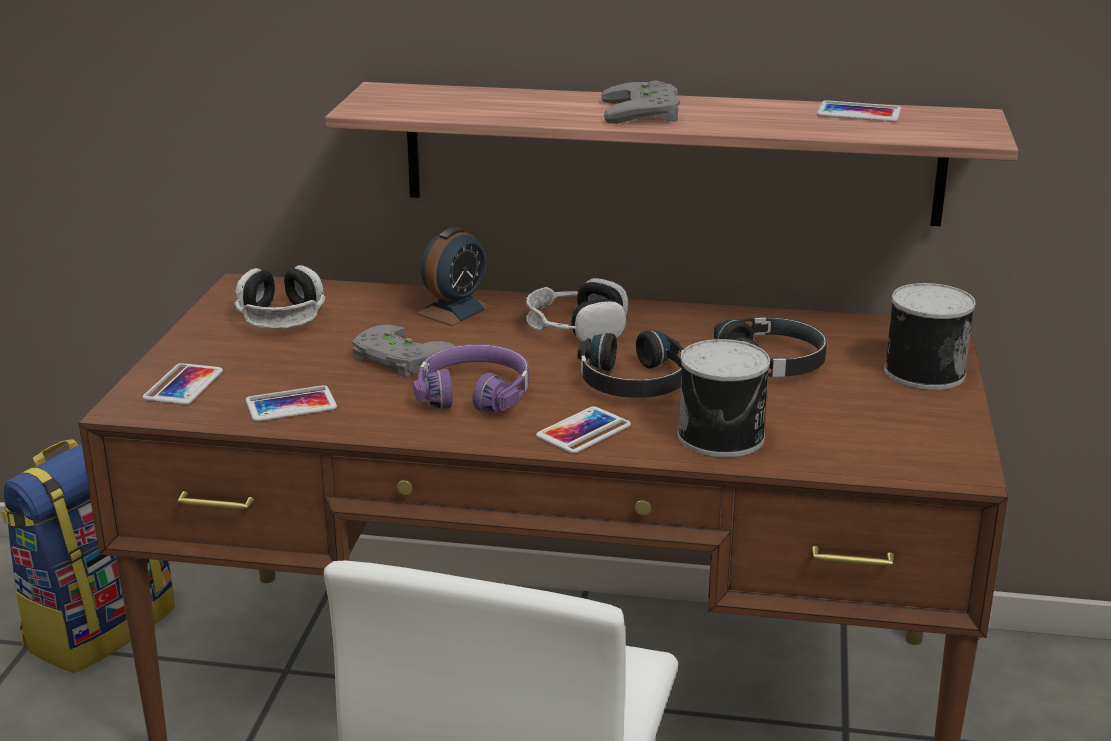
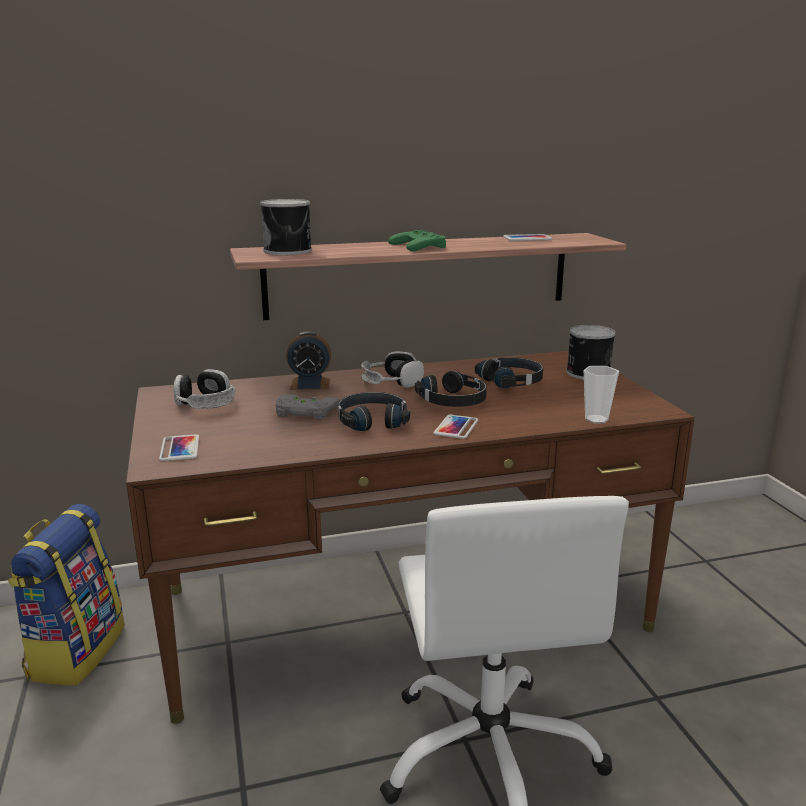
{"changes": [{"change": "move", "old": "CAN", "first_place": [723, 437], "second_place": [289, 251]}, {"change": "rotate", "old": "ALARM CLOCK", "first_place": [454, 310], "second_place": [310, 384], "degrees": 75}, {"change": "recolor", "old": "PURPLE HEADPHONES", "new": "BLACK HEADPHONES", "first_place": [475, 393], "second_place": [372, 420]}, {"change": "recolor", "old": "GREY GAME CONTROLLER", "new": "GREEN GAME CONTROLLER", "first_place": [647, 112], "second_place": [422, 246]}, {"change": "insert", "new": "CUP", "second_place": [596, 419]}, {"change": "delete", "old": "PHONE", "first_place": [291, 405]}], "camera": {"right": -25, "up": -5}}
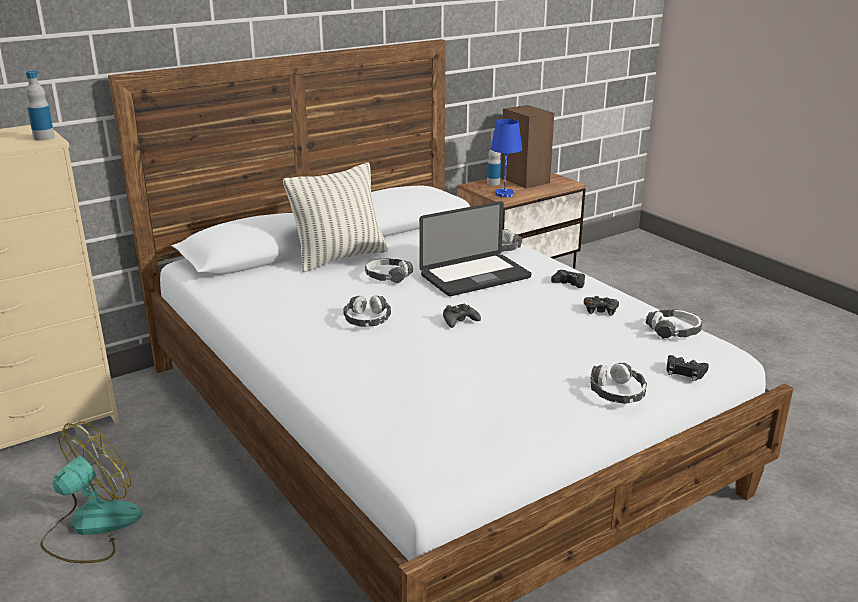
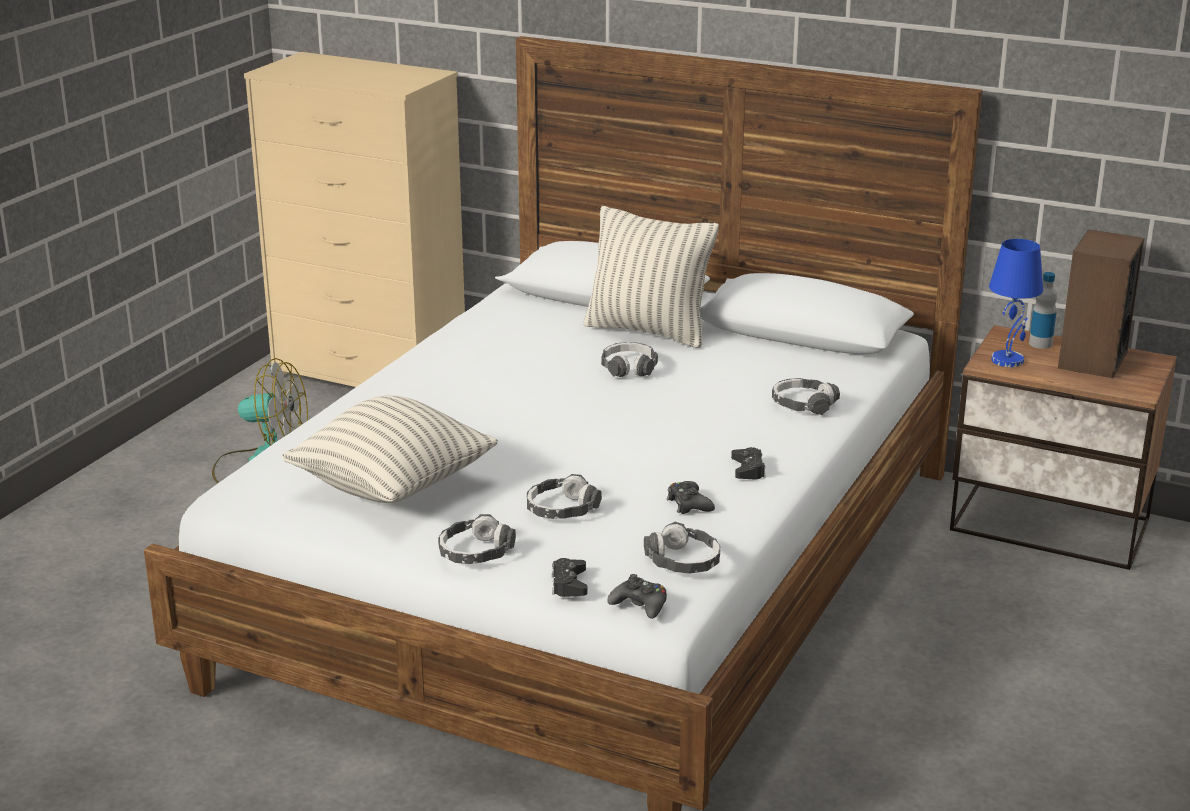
{"changes": [{"change": "insert", "new": "PILLOW", "second_place": [393, 488]}, {"change": "move", "old": "HEADPHONES", "first_place": [367, 319], "second_place": [562, 509]}, {"change": "move", "old": "BLACK GAME CONTROLLER", "first_place": [459, 321], "second_place": [640, 605]}, {"change": "delete", "old": "BOTTLE", "first_place": [44, 138]}, {"change": "delete", "old": "LAPTOP", "first_place": [475, 277]}], "camera": {"right": 60, "up": 0}}
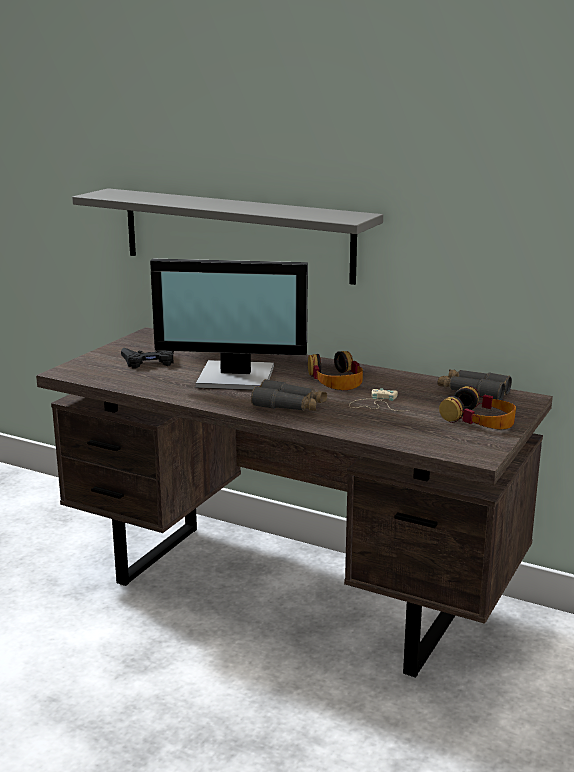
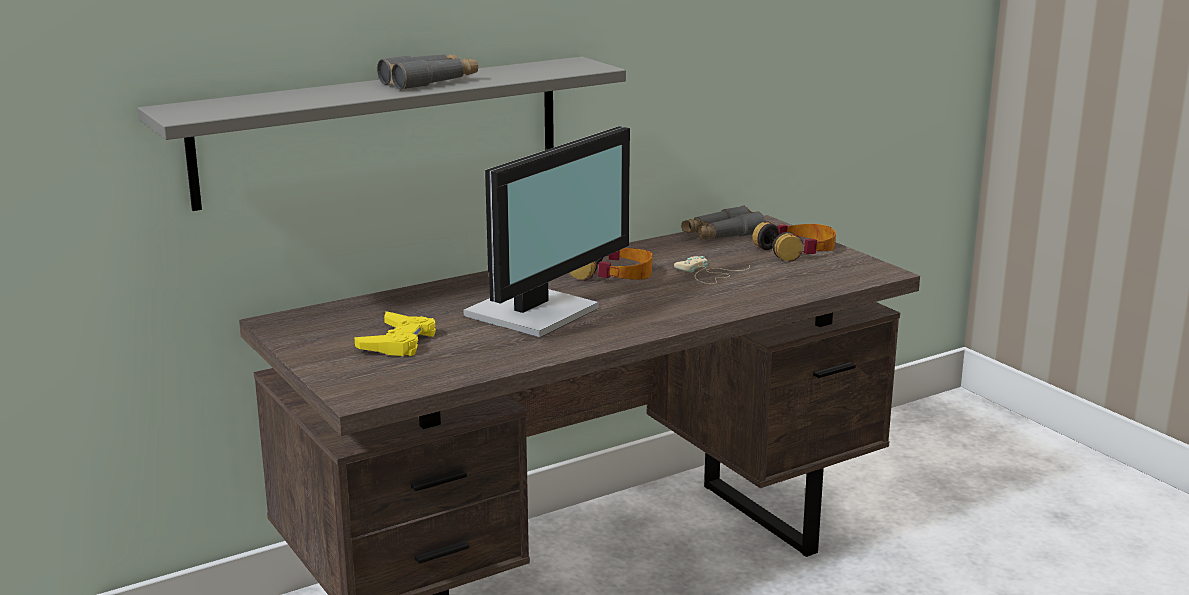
{"changes": [{"change": "recolor", "old": "BLACK GAME CONTROLLER", "new": "YELLOW GAME CONTROLLER", "first_place": [149, 361], "second_place": [398, 342]}, {"change": "move", "old": "GREY BINOCULARS", "first_place": [289, 406], "second_place": [429, 82]}], "camera": {"right": -60, "up": 0}}
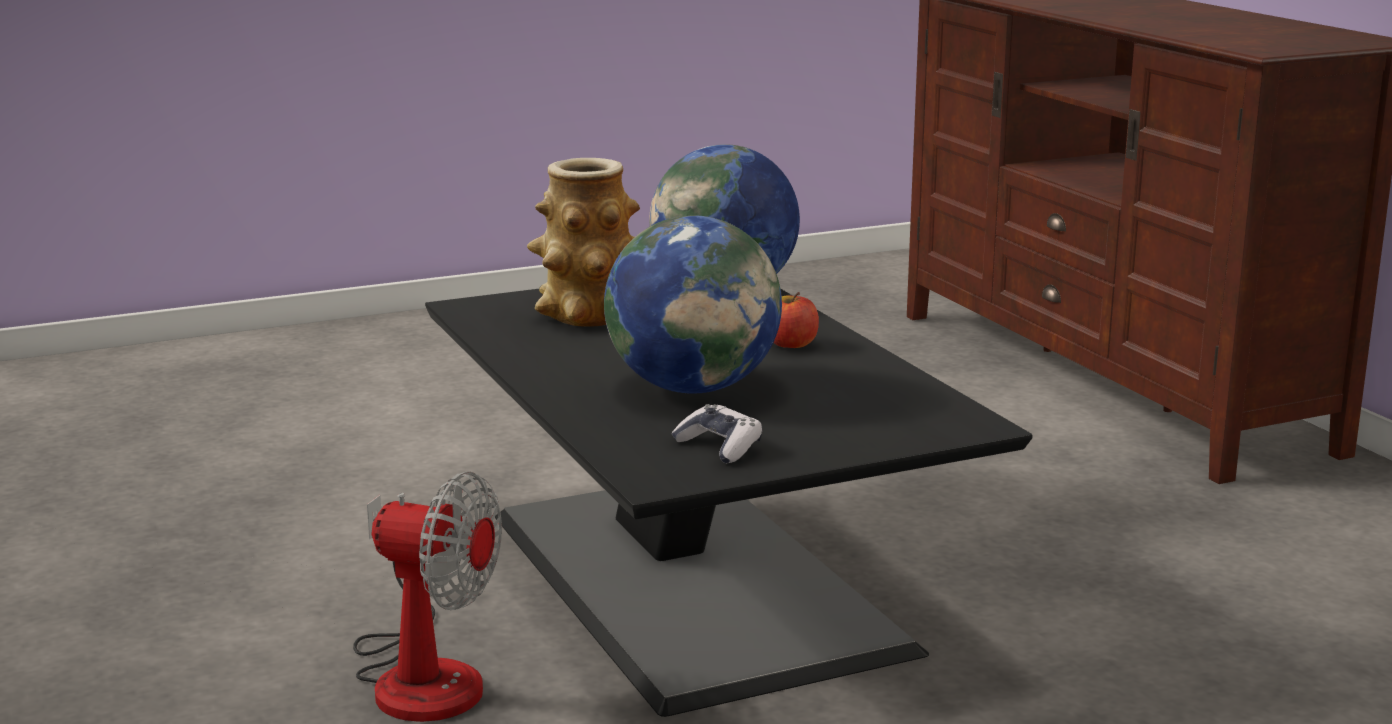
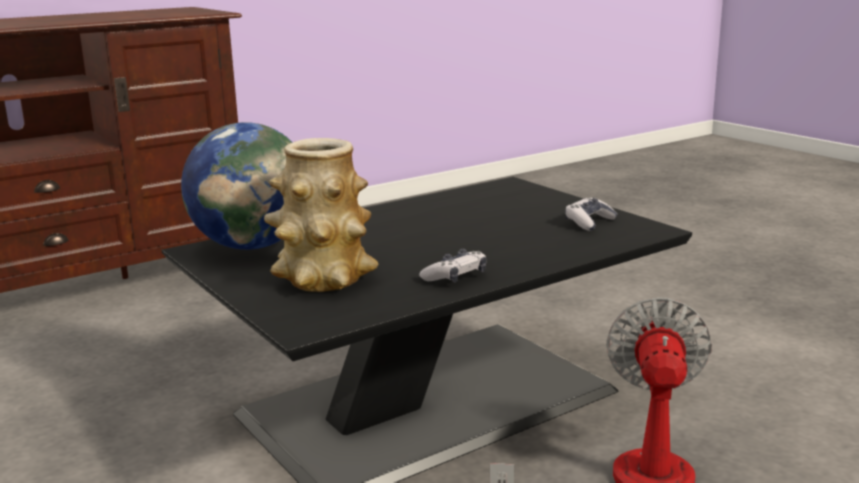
{"changes": [{"change": "insert", "new": "GAME CONTROLLER", "second_place": [455, 277]}, {"change": "delete", "old": "GLOBE", "first_place": [693, 388]}, {"change": "delete", "old": "APPLE", "first_place": [790, 344]}], "camera": {"right": -100, "up": 0}}
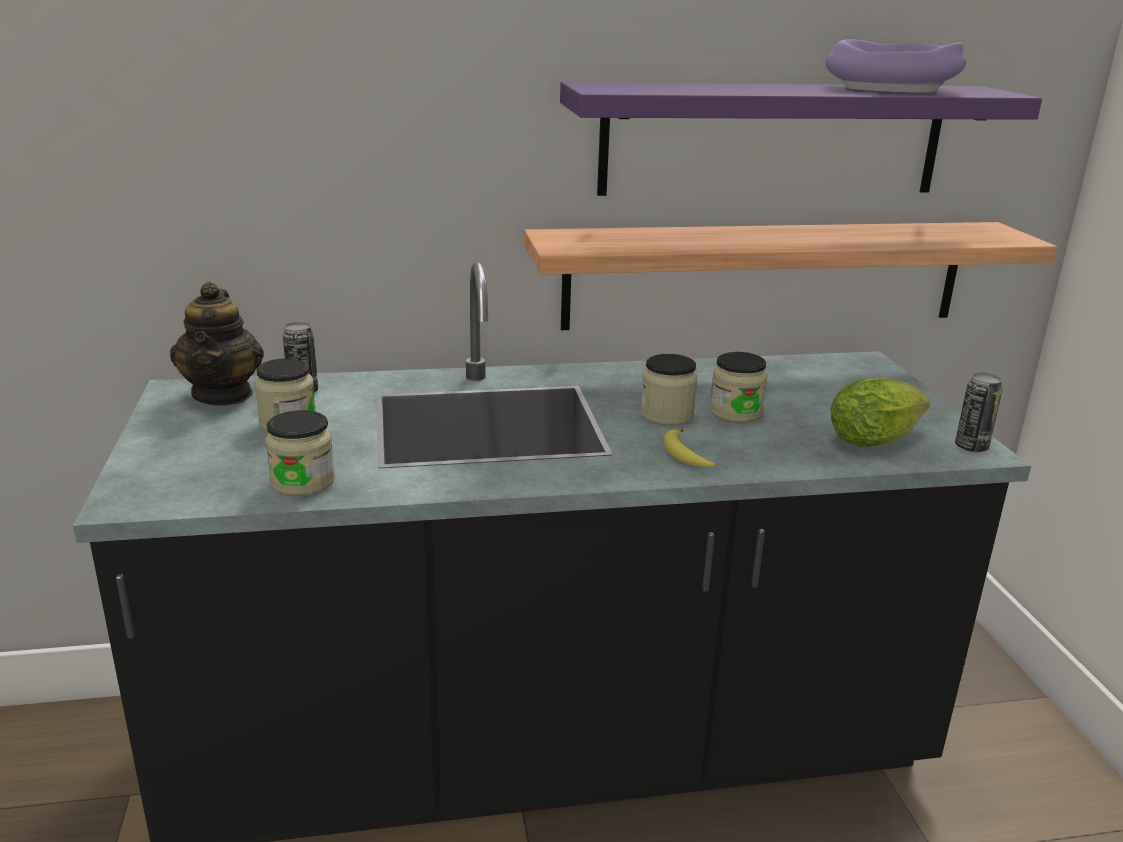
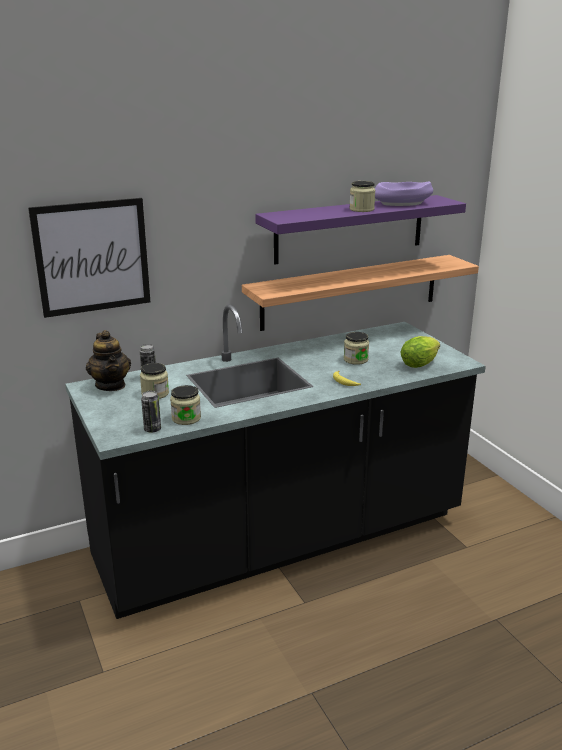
{"changes": [{"change": "insert", "new": "PICTURE", "second_place": [92, 257]}, {"change": "move", "old": "CAN", "first_place": [971, 447], "second_place": [152, 429]}, {"change": "move", "old": "JAR", "first_place": [667, 415], "second_place": [361, 209]}], "camera": {"right": -15, "up": 0}}
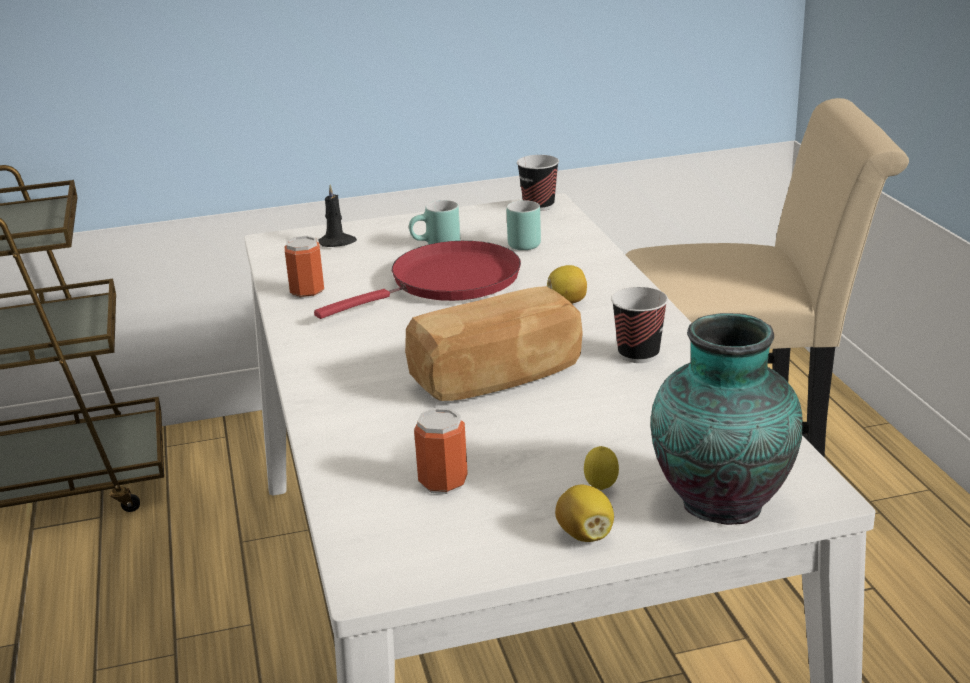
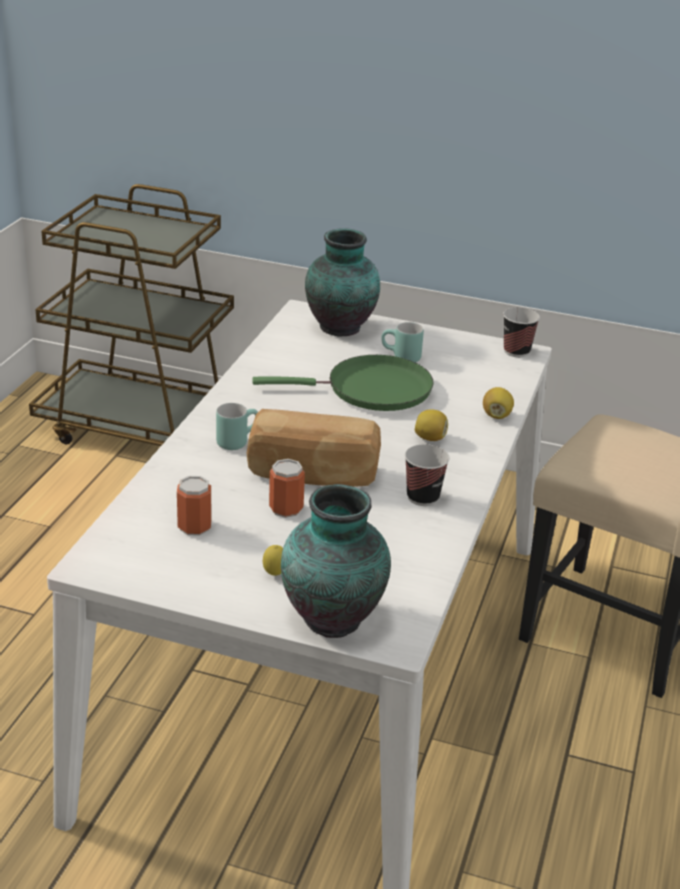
{"changes": [{"change": "move", "old": "TURQUOISE MUG", "first_place": [524, 242], "second_place": [236, 440]}, {"change": "recolor", "old": "RED FRYING PAN", "new": "GREEN FRYING PAN", "first_place": [448, 282], "second_place": [372, 390]}, {"change": "move", "old": "CAN", "first_place": [307, 292], "second_place": [286, 509]}, {"change": "replace", "old": "BLACK CANDLE", "new": "VASE", "first_place": [338, 242], "second_place": [341, 328]}, {"change": "move", "old": "LEMON", "first_place": [585, 534], "second_place": [496, 415]}], "camera": {"right": 30, "up": 5}}
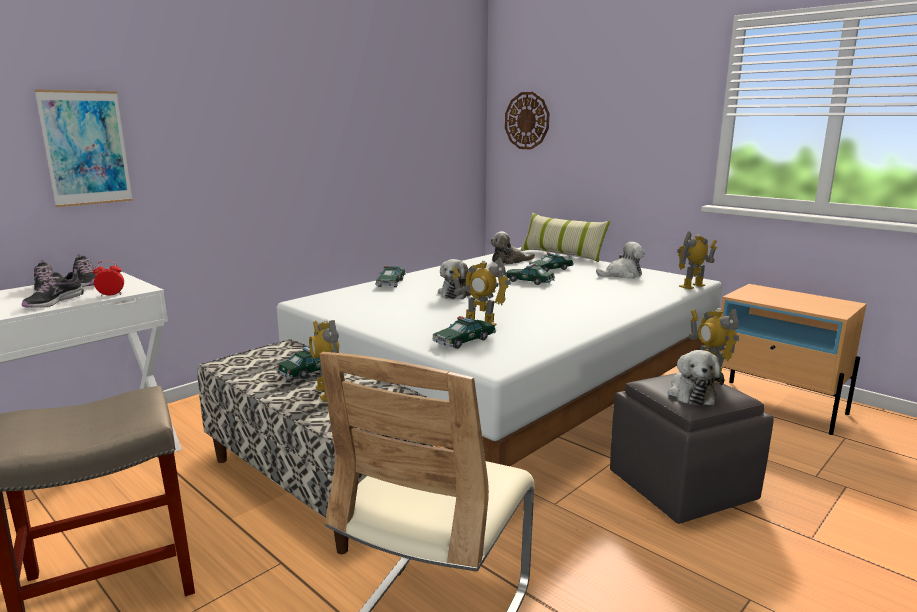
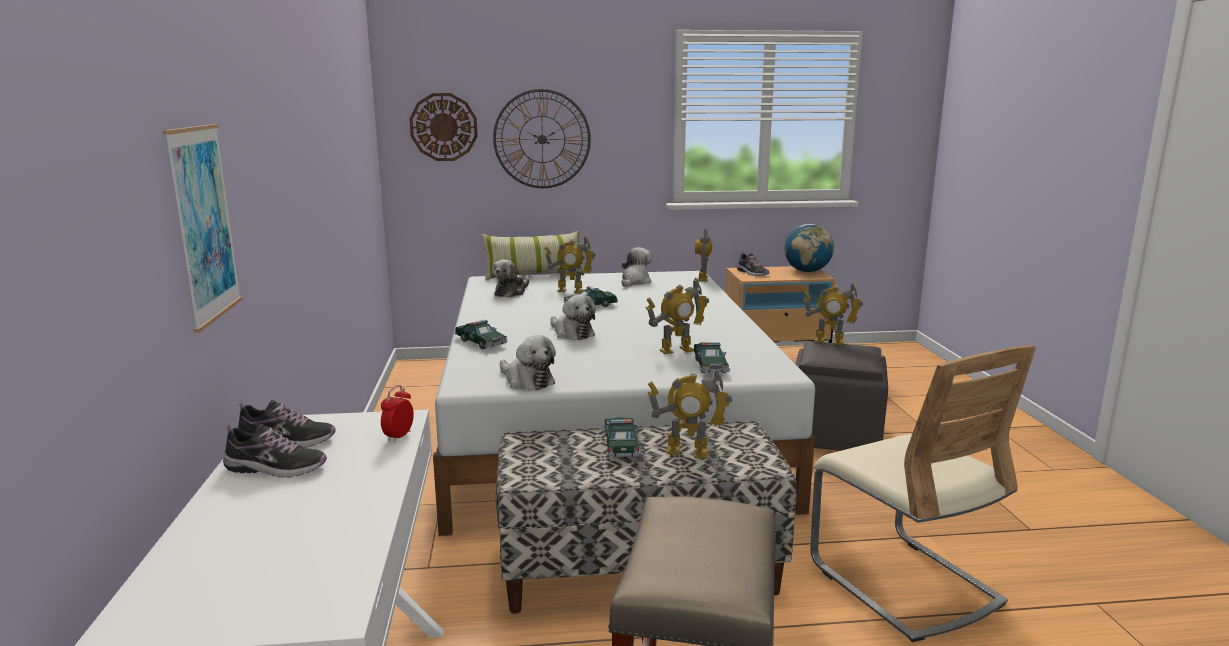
{"changes": [{"change": "insert", "new": "WALL CLOCK", "second_place": [542, 139]}, {"change": "move", "old": "PLUSH TOY", "first_place": [691, 393], "second_place": [527, 381]}, {"change": "replace", "old": "TOY CAR", "new": "TOY ROBOT", "first_place": [550, 269], "second_place": [570, 291]}, {"change": "move", "old": "SHOE", "first_place": [54, 302], "second_place": [752, 273]}, {"change": "insert", "new": "GLOBE", "second_place": [807, 271]}], "camera": {"right": -50, "up": 0}}
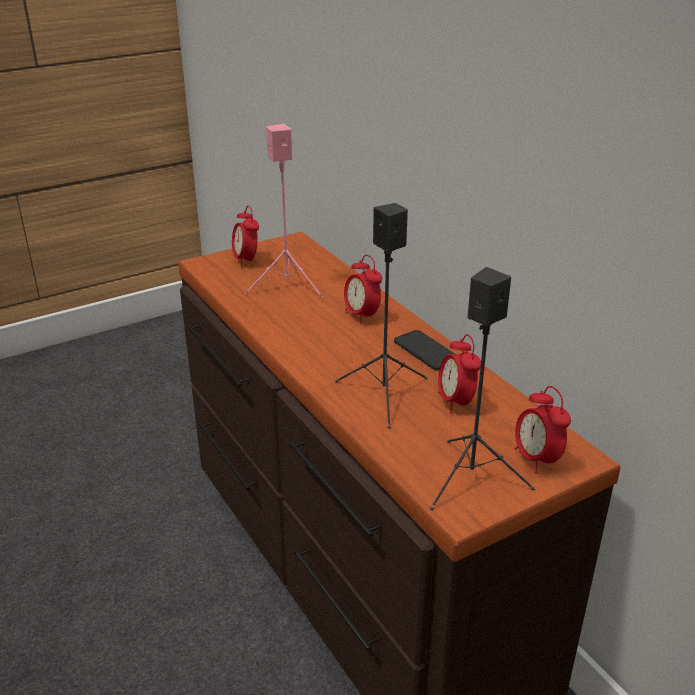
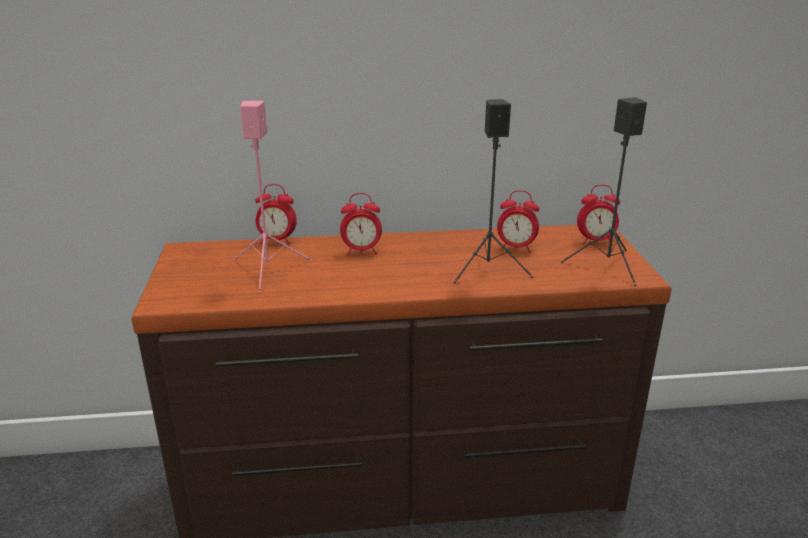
{"changes": [{"change": "move", "old": "ALARM CLOCK", "first_place": [246, 261], "second_place": [277, 241]}, {"change": "delete", "old": "PHONE", "first_place": [426, 350]}], "camera": {"right": -65, "up": -5}}
